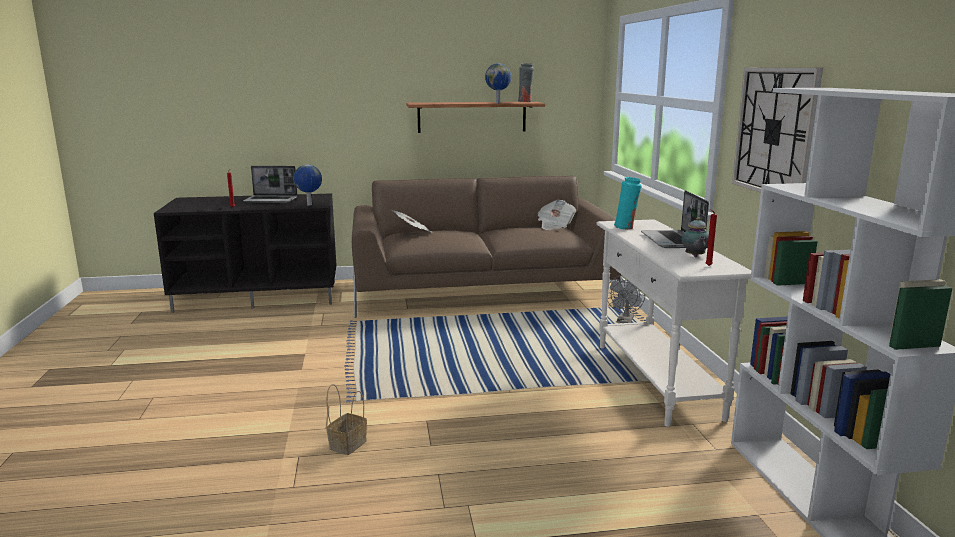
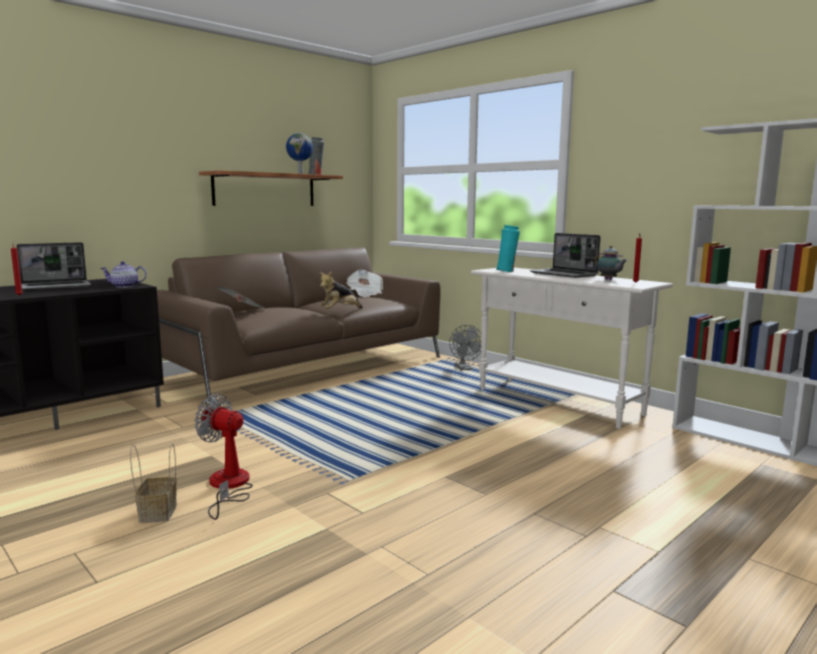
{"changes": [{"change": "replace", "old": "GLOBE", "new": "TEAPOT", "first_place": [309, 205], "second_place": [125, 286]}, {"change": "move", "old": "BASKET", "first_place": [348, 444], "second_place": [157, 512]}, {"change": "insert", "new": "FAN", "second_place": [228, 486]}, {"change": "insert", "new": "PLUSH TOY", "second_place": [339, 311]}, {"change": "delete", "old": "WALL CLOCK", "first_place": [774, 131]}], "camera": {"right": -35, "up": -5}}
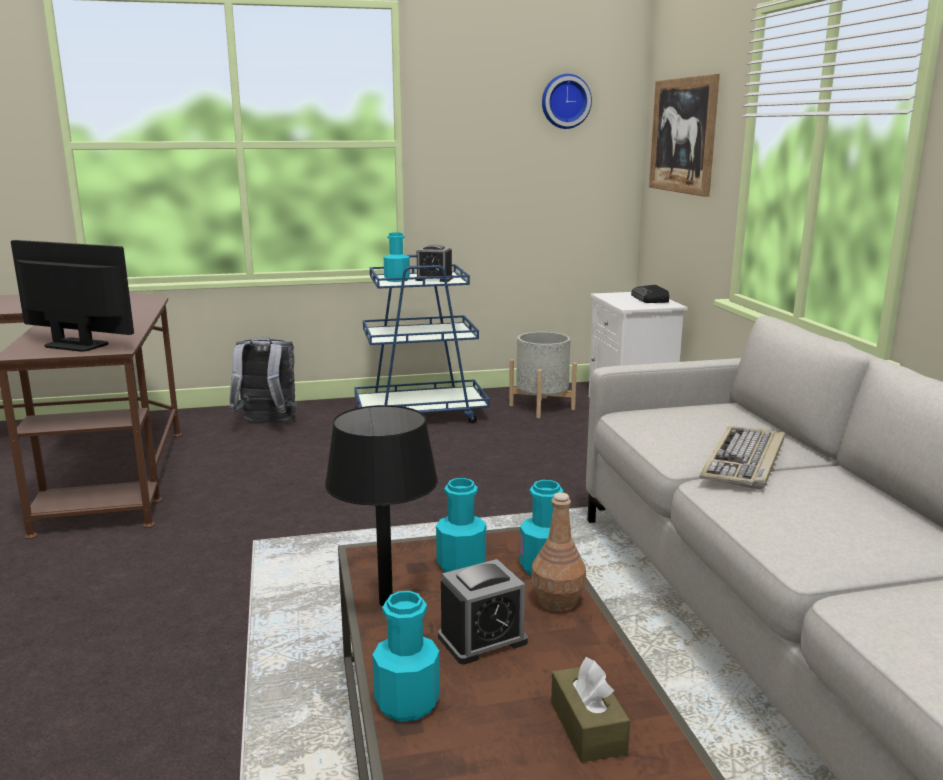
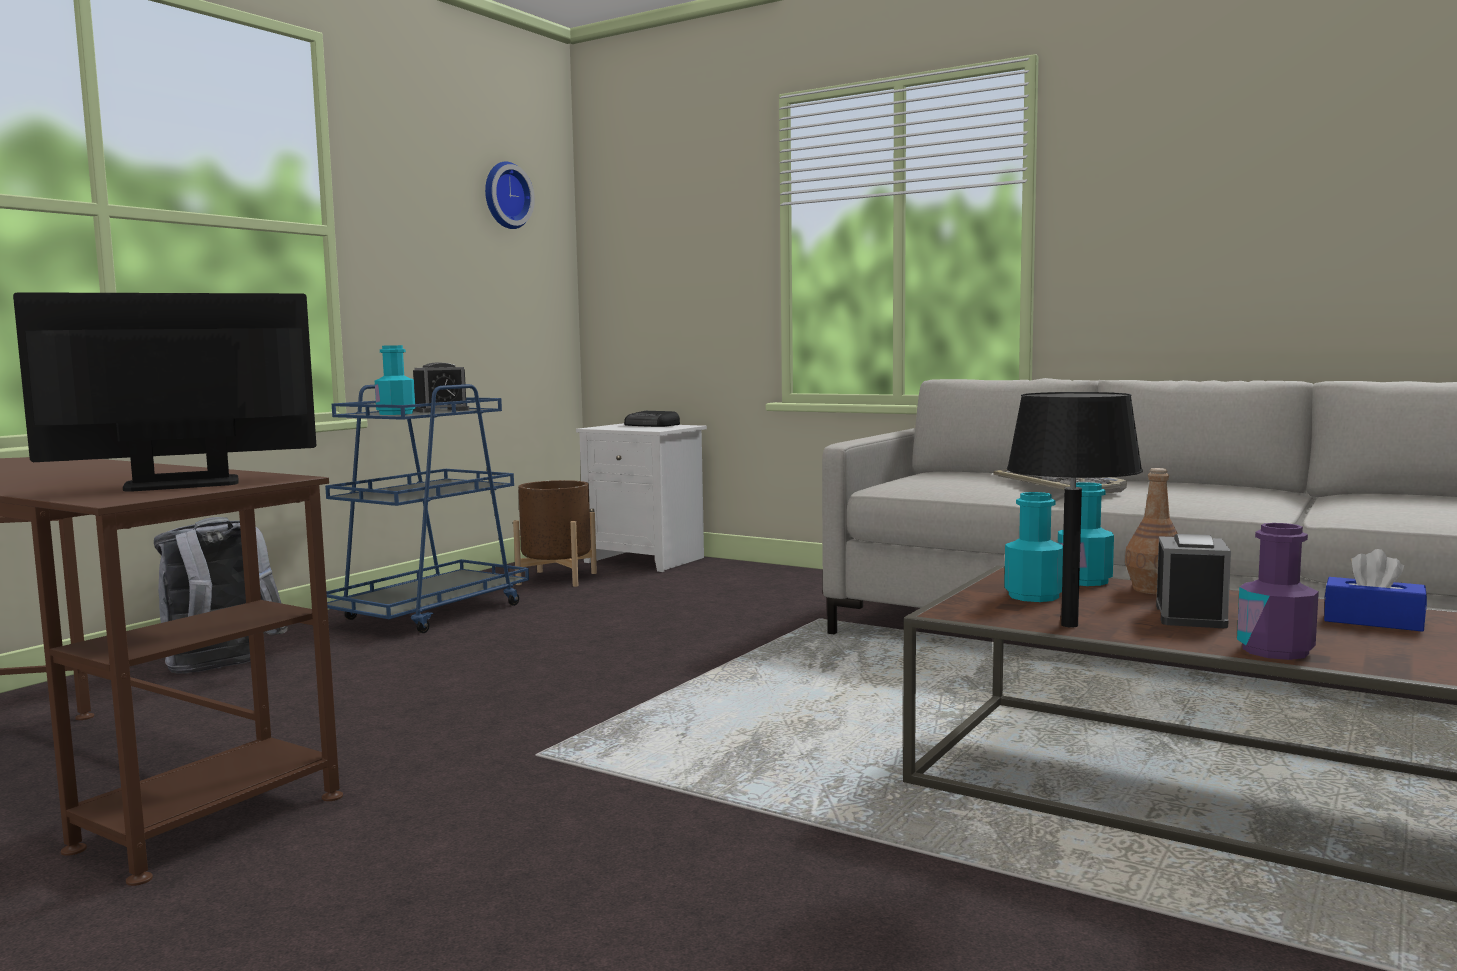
{"changes": [{"change": "recolor", "old": "GREY PLANTER", "new": "BROWN PLANTER", "first_place": [541, 407], "second_place": [557, 578]}, {"change": "recolor", "old": "TURQUOISE BOTTLE", "new": "PURPLE BOTTLE", "first_place": [407, 703], "second_place": [1275, 651]}, {"change": "recolor", "old": "BROWN TISSUE BOX", "new": "BLUE TISSUE BOX", "first_place": [587, 727], "second_place": [1373, 621]}, {"change": "delete", "old": "PICTURE", "first_place": [683, 135]}], "camera": {"right": -45, "up": -10}}
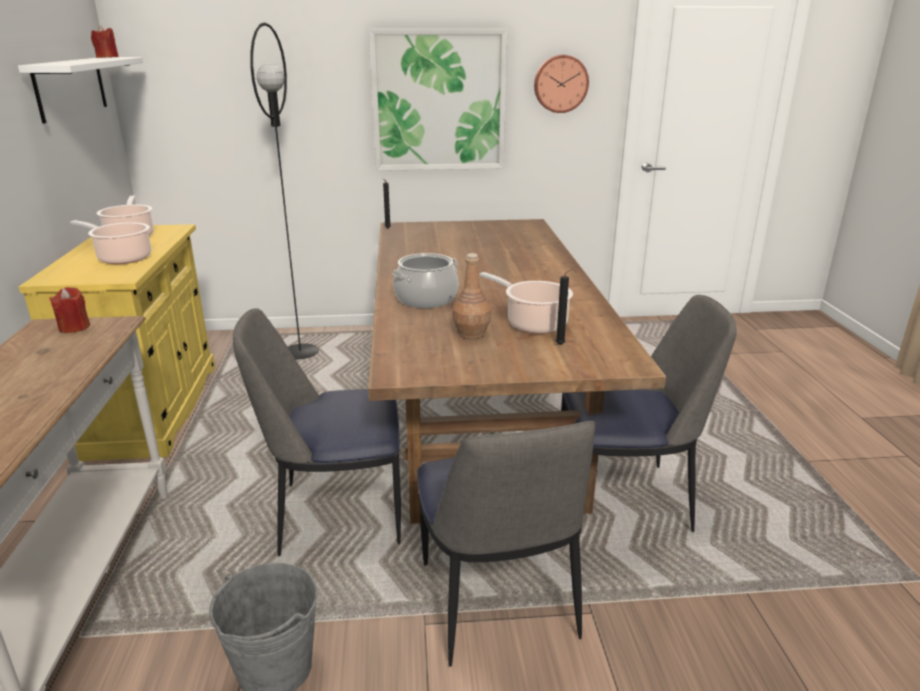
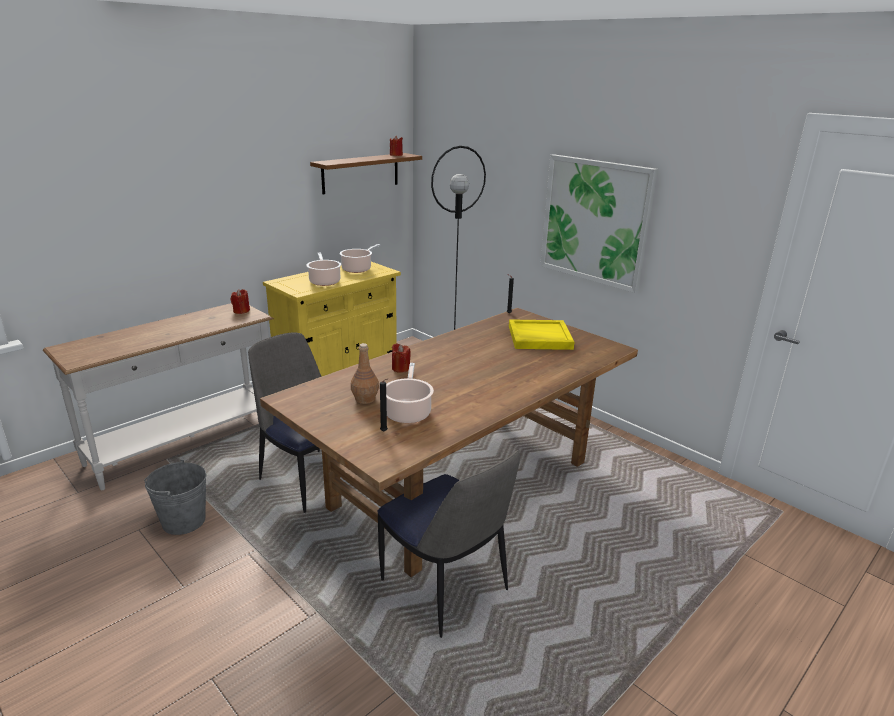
{"changes": [{"change": "recolor", "old": "WHITE SHELF", "new": "BROWN SHELF", "first_place": [71, 87], "second_place": [360, 173]}, {"change": "replace", "old": "COOKING POT", "new": "RED CANDLE", "first_place": [426, 299], "second_place": [401, 368]}, {"change": "insert", "new": "YELLOW TRAY", "second_place": [539, 337]}, {"change": "delete", "old": "CHAIR", "first_place": [497, 605]}, {"change": "delete", "old": "WALL CLOCK", "first_place": [560, 84]}], "camera": {"right": 50, "up": 0}}
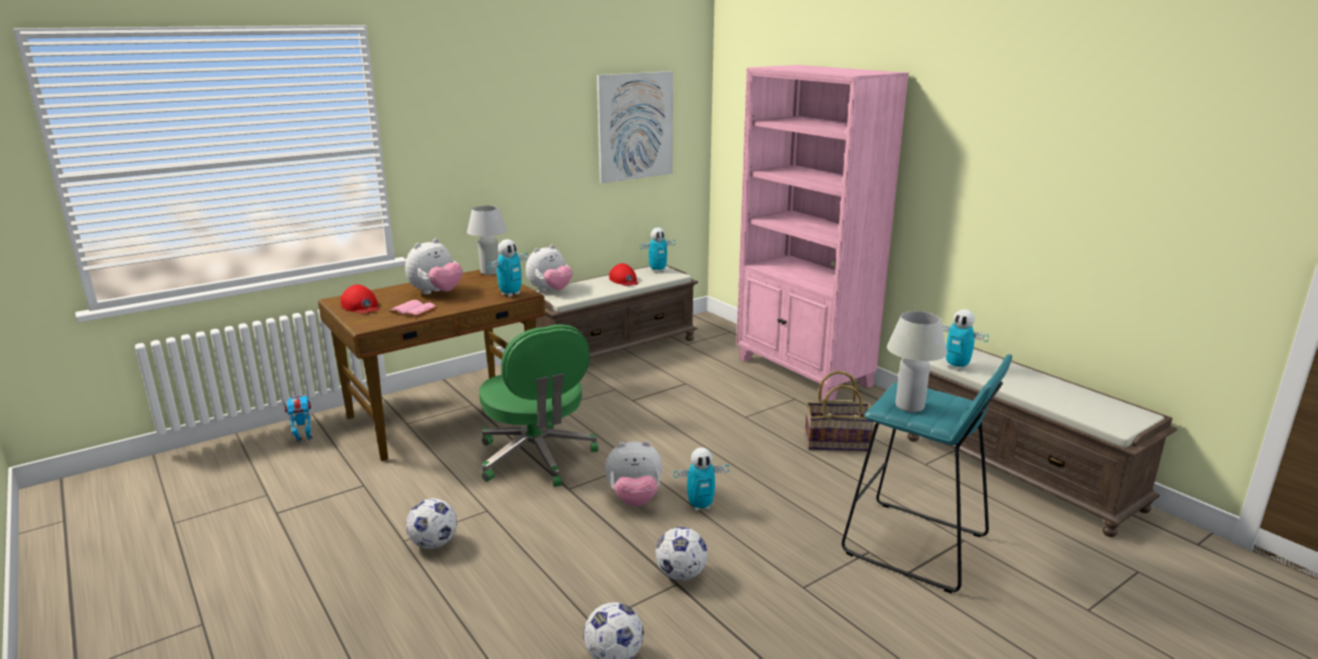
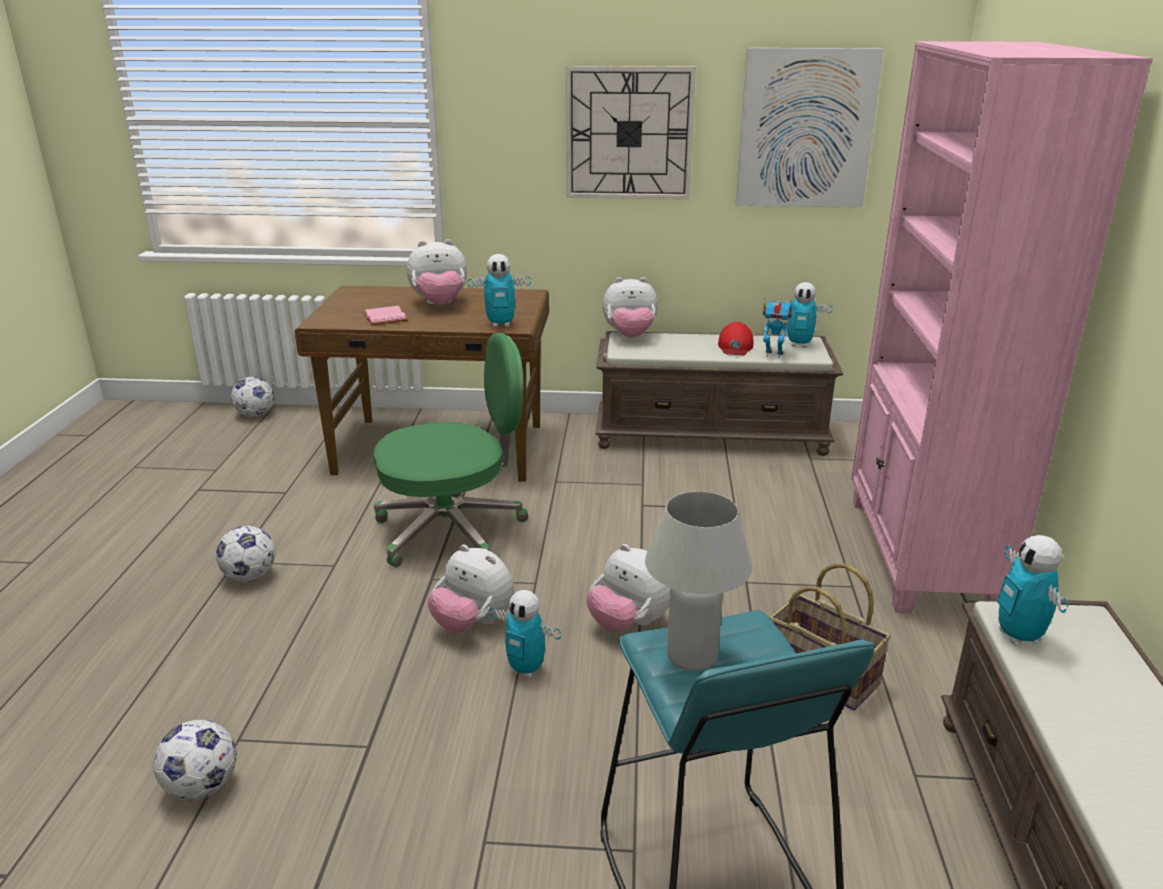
{"changes": [{"change": "move", "old": "FOOTBALL", "first_place": [681, 574], "second_place": [256, 415]}, {"change": "rotate", "old": "GREEN OFFICE CHAIR", "first_place": [537, 458], "second_place": [453, 530], "degrees": -120}, {"change": "insert", "new": "WALL CLOCK", "second_place": [629, 133]}, {"change": "insert", "new": "PLUSH TOY", "second_place": [628, 623]}, {"change": "move", "old": "TOY ROBOT", "first_place": [304, 441], "second_place": [773, 354]}, {"change": "delete", "old": "RED CAP", "first_place": [361, 306]}, {"change": "delete", "old": "WHITE TABLE LAMP", "first_place": [490, 272]}], "camera": {"right": 40, "up": 5}}
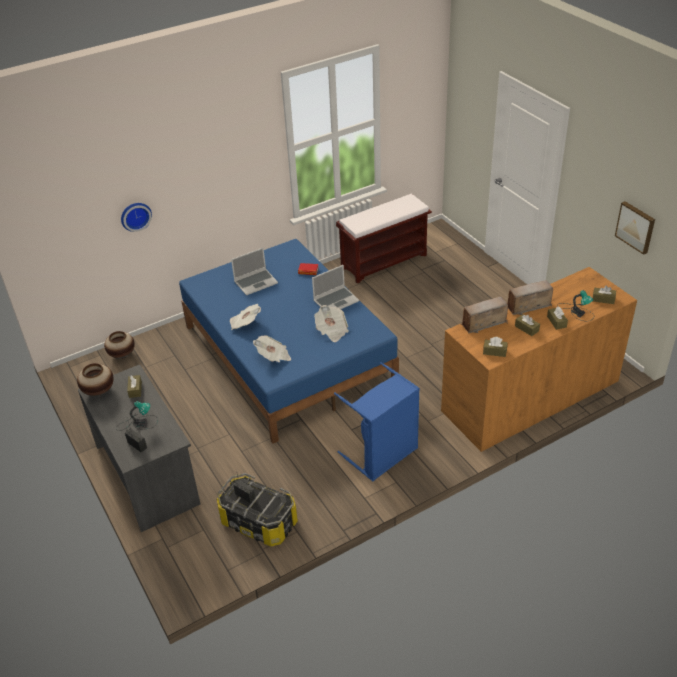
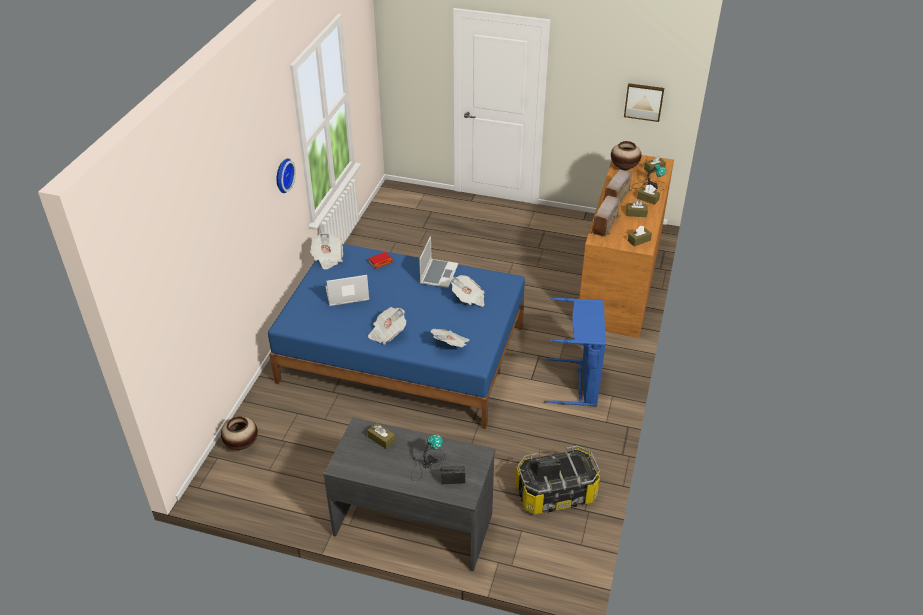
{"changes": [{"change": "move", "old": "WALL CLOCK", "first_place": [135, 216], "second_place": [282, 175]}, {"change": "insert", "new": "NEWSPAPER", "second_place": [327, 258]}, {"change": "rotate", "old": "LAPTOP", "first_place": [256, 282], "second_place": [346, 295], "degrees": -120}, {"change": "move", "old": "VASE", "first_place": [99, 391], "second_place": [624, 167]}, {"change": "delete", "old": "BROWN BENCH", "first_place": [384, 261]}], "camera": {"right": -45, "up": 0}}
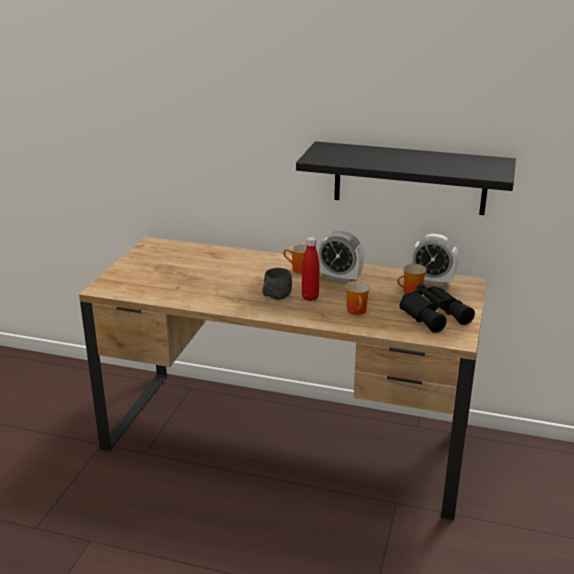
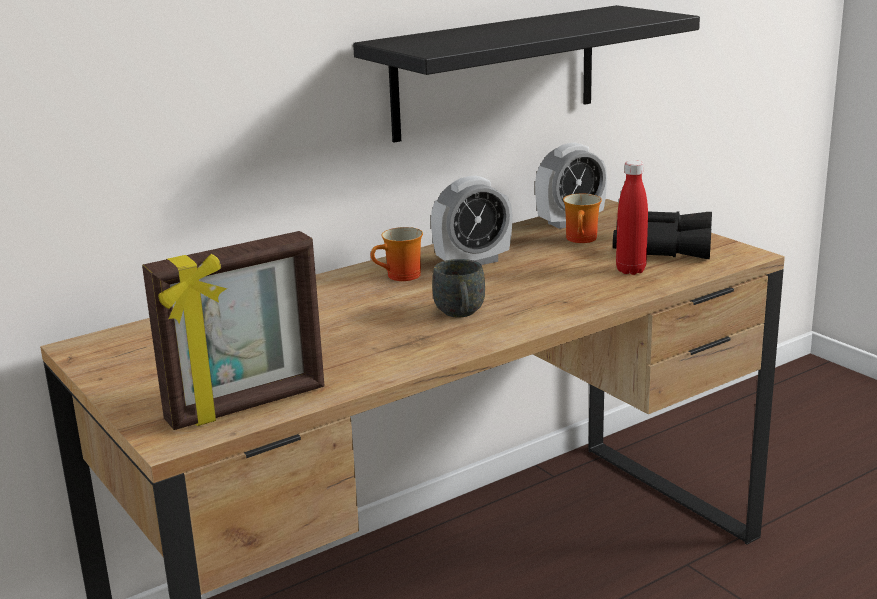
{"changes": [{"change": "insert", "new": "PICTURE FRAME", "second_place": [247, 406]}, {"change": "move", "old": "RED BOTTLE", "first_place": [310, 297], "second_place": [631, 270]}, {"change": "delete", "old": "MUG", "first_place": [358, 311]}], "camera": {"right": -50, "up": -5}}
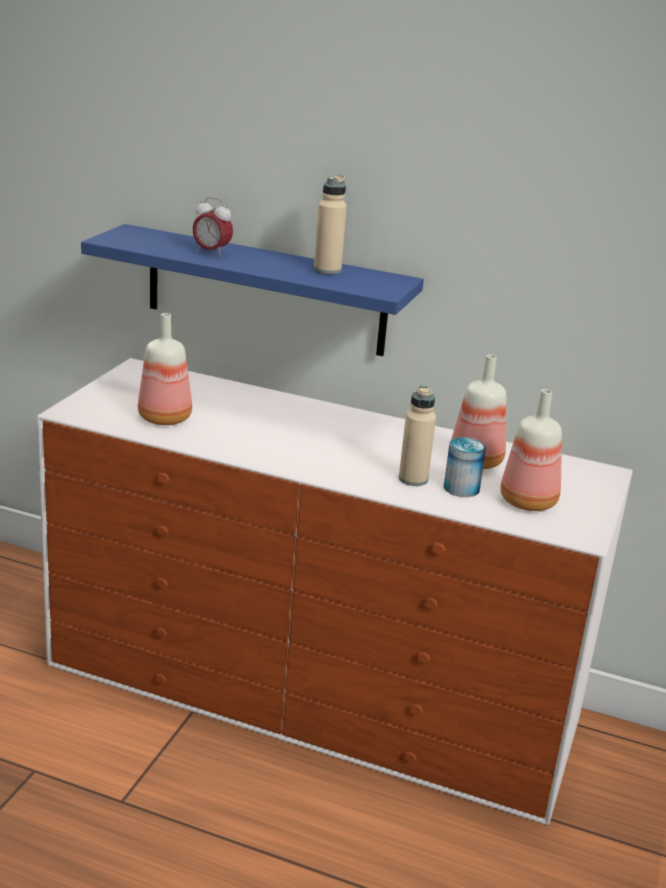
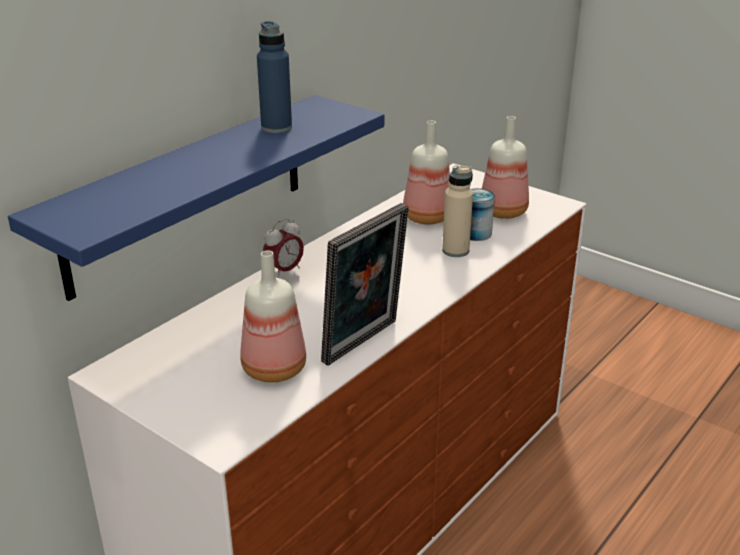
{"changes": [{"change": "recolor", "old": "BEIGE BOTTLE", "new": "BLUE BOTTLE", "first_place": [327, 270], "second_place": [276, 127]}, {"change": "move", "old": "ALARM CLOCK", "first_place": [211, 252], "second_place": [284, 271]}, {"change": "insert", "new": "PICTURE FRAME", "second_place": [364, 343]}], "camera": {"right": -70, "up": 5}}
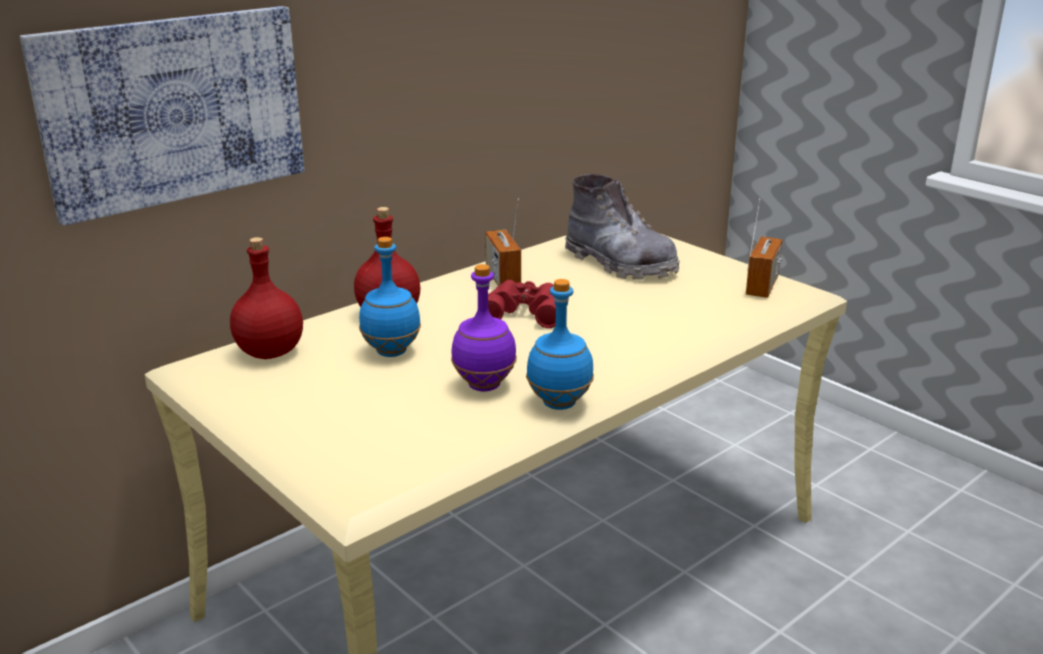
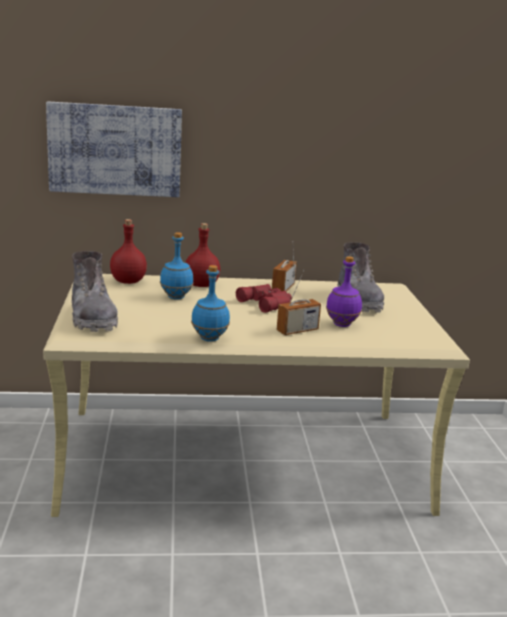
{"changes": [{"change": "insert", "new": "GREY BOOT", "second_place": [92, 318]}, {"change": "move", "old": "RADIO", "first_place": [762, 286], "second_place": [297, 330]}, {"change": "move", "old": "PURPLE BOTTLE", "first_place": [483, 385], "second_place": [341, 324]}], "camera": {"right": 35, "up": -5}}
